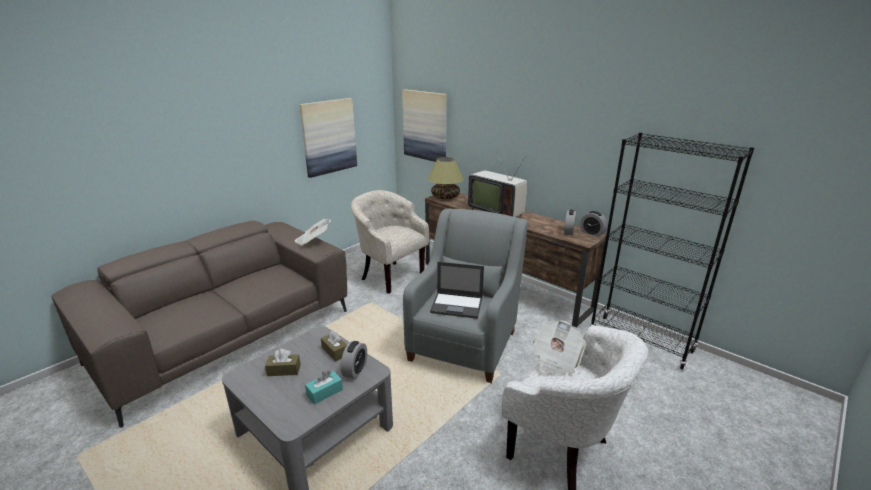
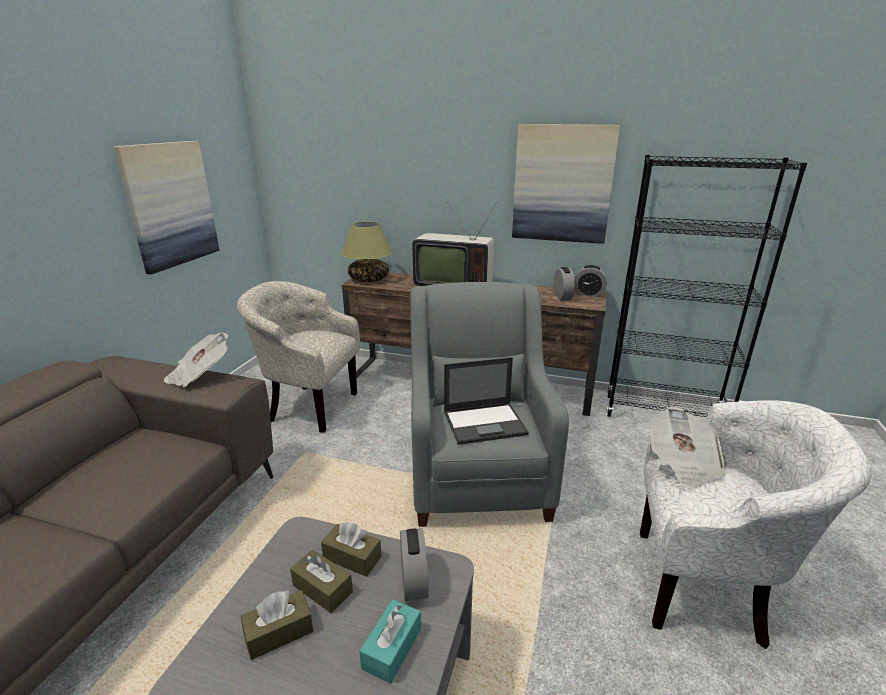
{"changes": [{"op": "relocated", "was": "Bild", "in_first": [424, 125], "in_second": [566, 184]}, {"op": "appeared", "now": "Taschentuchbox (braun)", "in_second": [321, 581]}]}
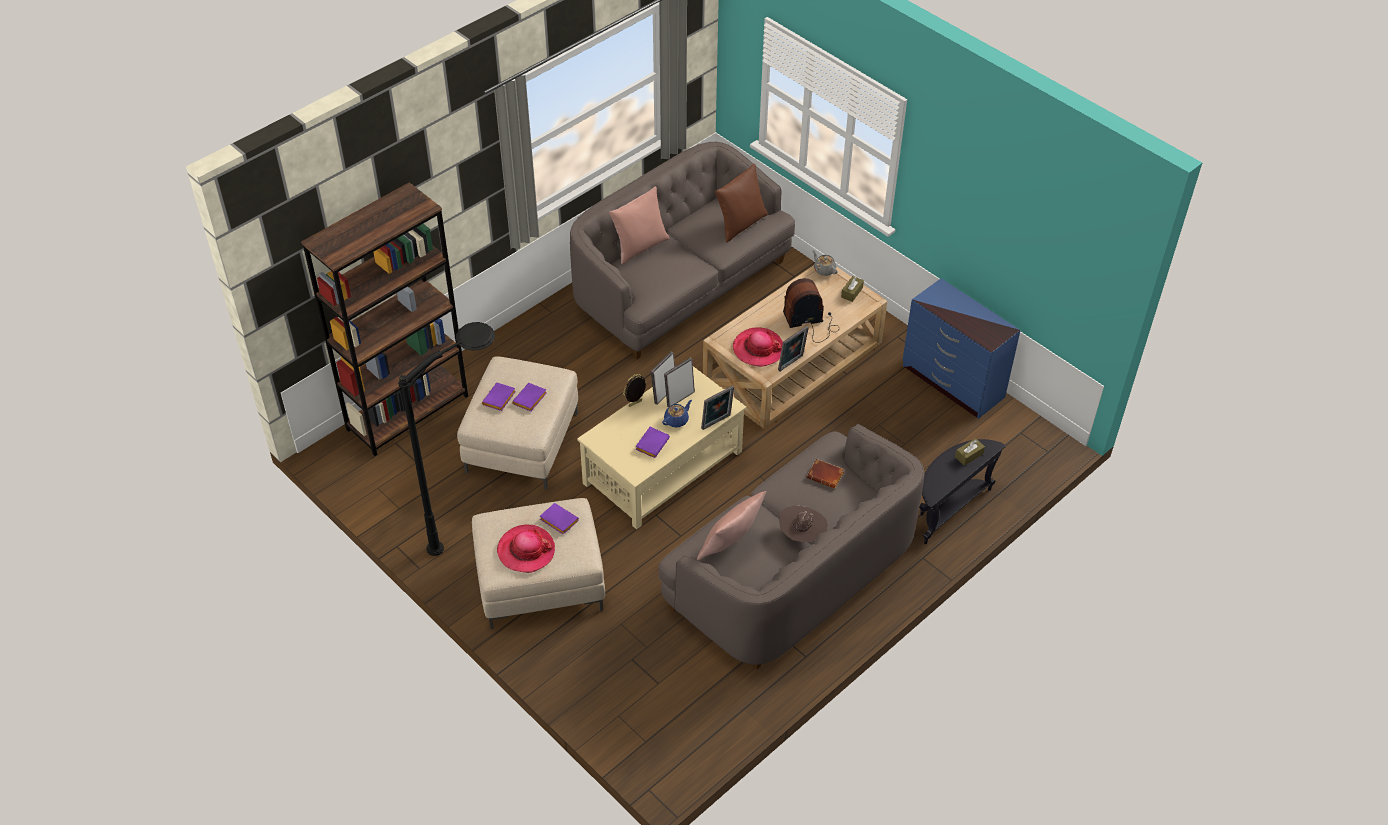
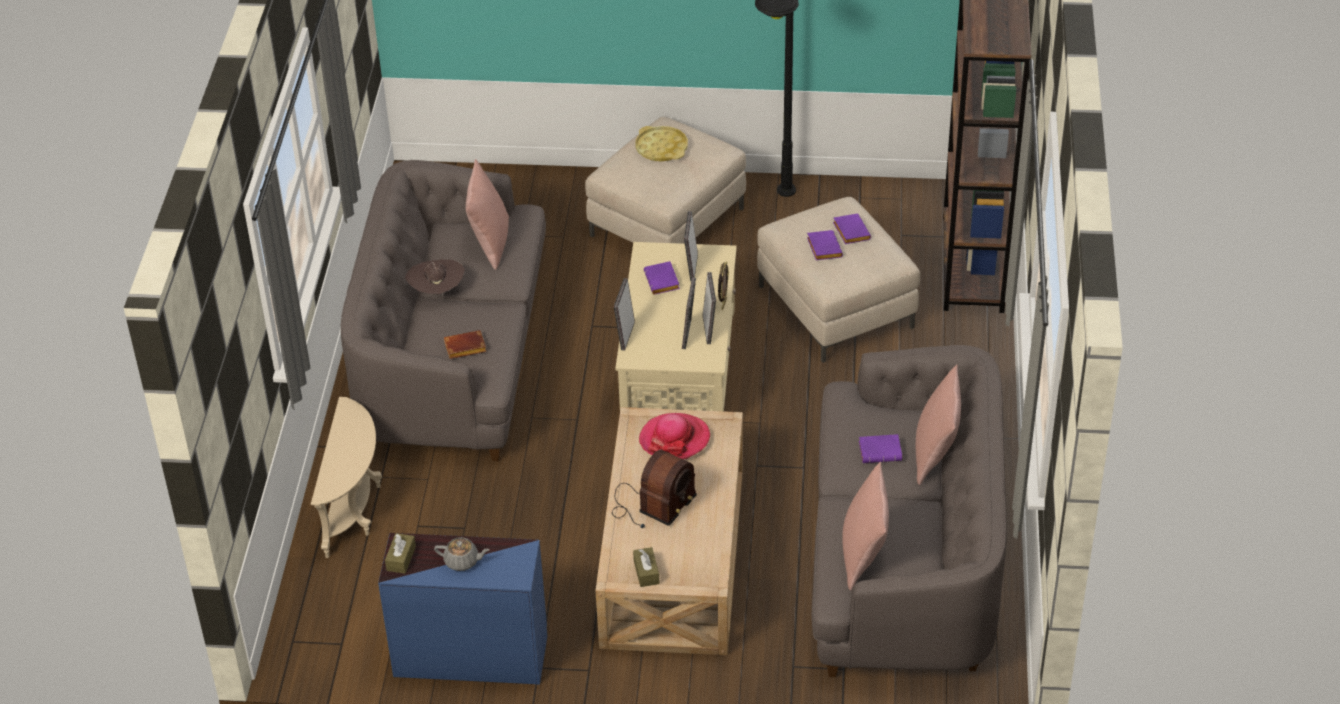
{"changes": [{"op": "exchanged", "was": "Hut", "now": "Tablett (gelb)", "in_first": [526, 548], "in_second": [661, 143]}, {"op": "relocated", "was": "Buch (lila)", "in_first": [559, 519], "in_second": [880, 448]}, {"op": "missing", "was": "Teekanne (blau)", "in_first": [677, 413]}, {"op": "colour", "was": "Kissen (braun)", "now": "Kissen (rosa)", "in_first": [741, 203], "in_second": [865, 526]}, {"op": "relocated", "was": "Bilderrahmen", "in_first": [793, 348], "in_second": [691, 246]}, {"op": "relocated", "was": "Teekanne (grau)", "in_first": [825, 263], "in_second": [462, 554]}, {"op": "colour", "was": "Beistelltisch (schwarz)", "now": "Beistelltisch (beige)", "in_first": [962, 491], "in_second": [346, 477]}, {"op": "relocated", "was": "Taschentuchbox (braun)", "in_first": [970, 452], "in_second": [400, 553]}]}
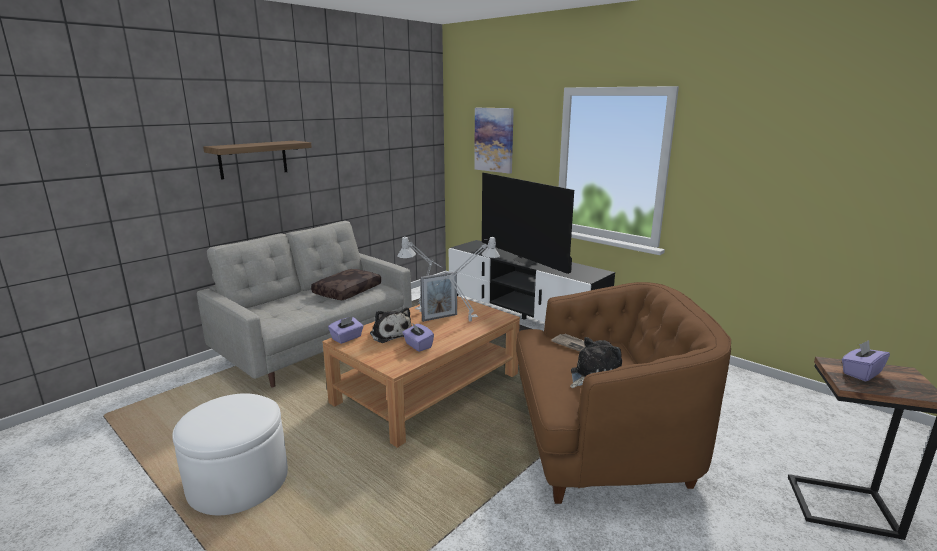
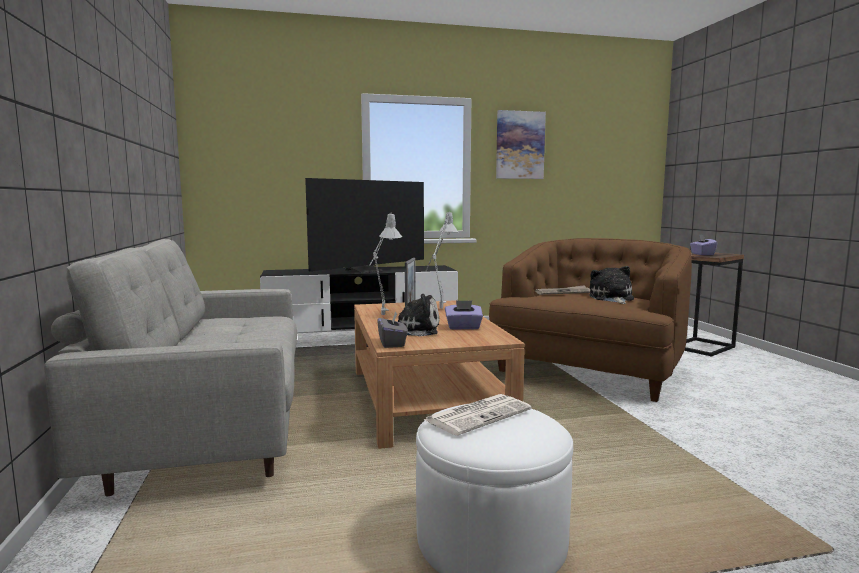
{"changes": [{"op": "missing", "was": "Wandregal", "in_first": [257, 160]}, {"op": "missing", "was": "Kissen (braun)", "in_first": [346, 284]}, {"op": "colour", "was": "Taschentuchbox (lila)", "now": "Taschentuchbox (grau)", "in_first": [346, 330], "in_second": [392, 329]}, {"op": "relocated", "was": "Bild", "in_first": [494, 141], "in_second": [521, 144]}, {"op": "spun", "was": "Fernseher", "in_first": [528, 223], "in_second": [364, 225], "clockwise": -45}, {"op": "appeared", "now": "Zeitung", "in_second": [478, 415]}]}
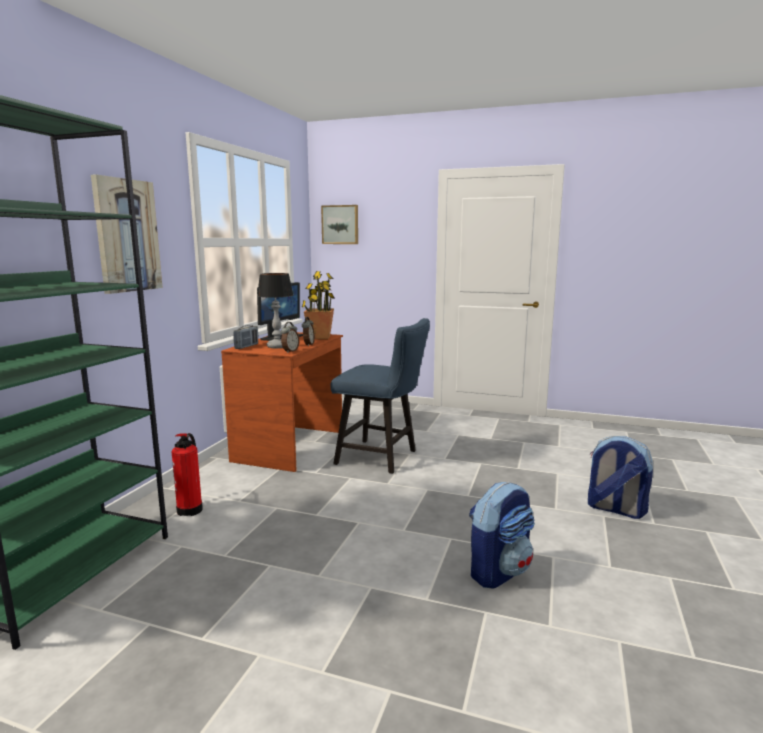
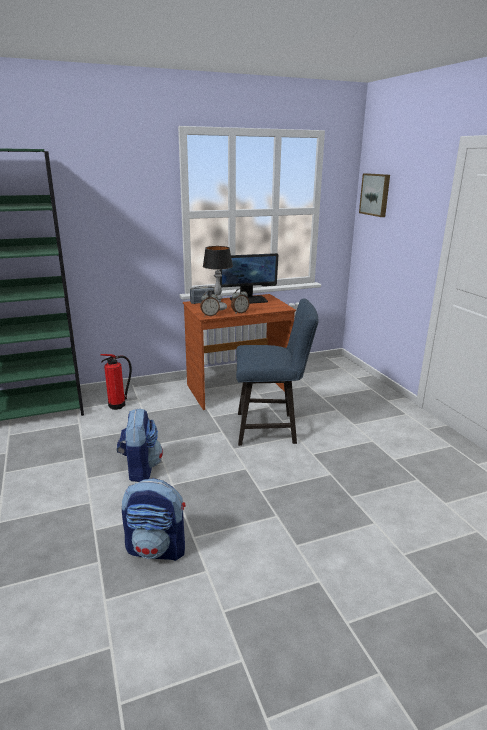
{"changes": [{"op": "missing", "was": "Bild", "in_first": [127, 234]}, {"op": "missing", "was": "Topfpflanze", "in_first": [318, 305]}, {"op": "spun", "was": "Stuhl (blau)", "in_first": [380, 396], "in_second": [277, 372], "clockwise": -75}, {"op": "relocated", "was": "Rucksack", "in_first": [620, 477], "in_second": [140, 445]}]}
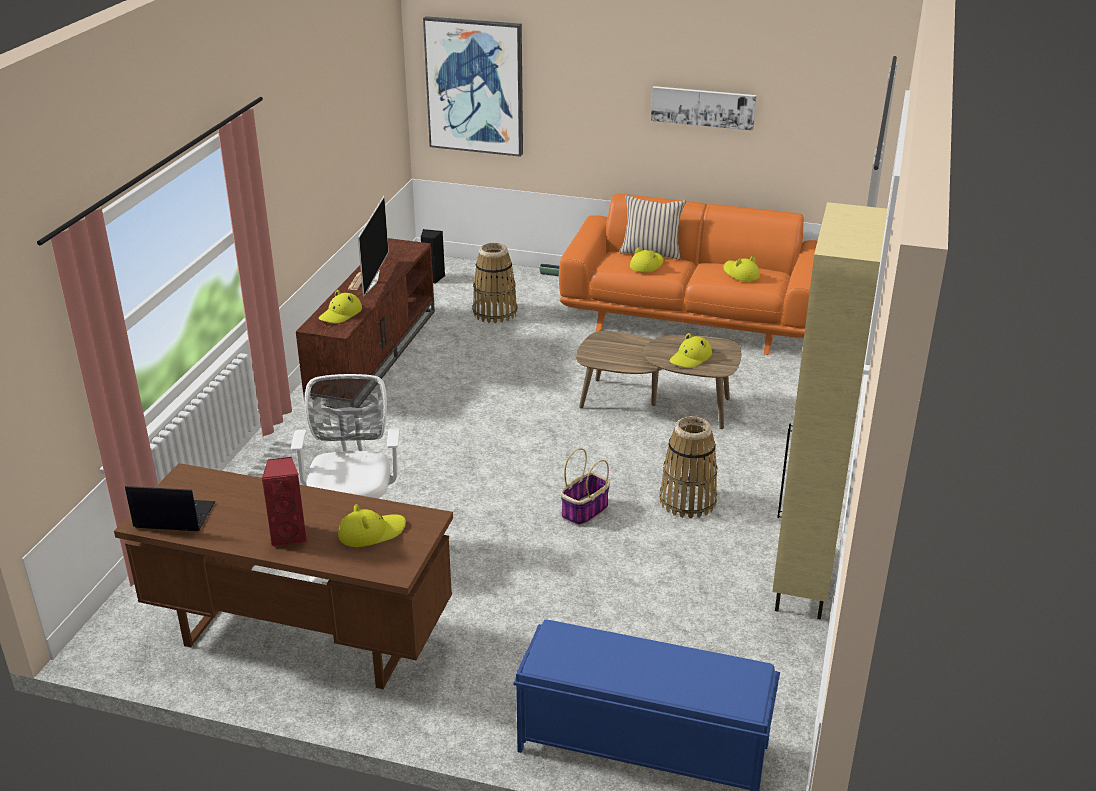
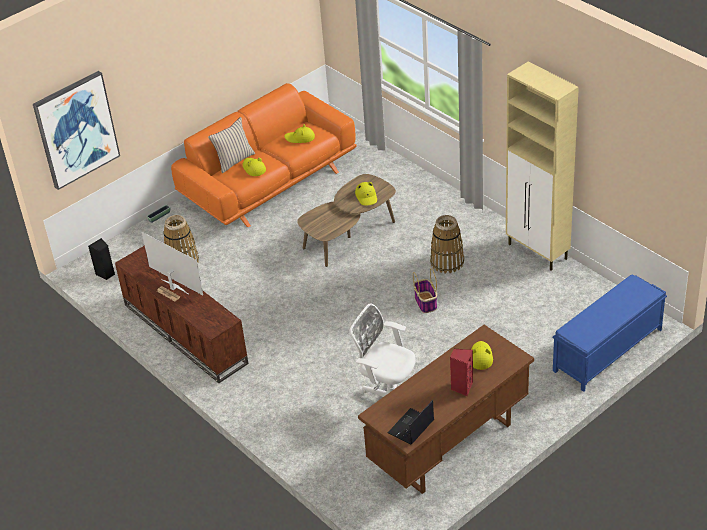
{"changes": [{"op": "missing", "was": "Hut (gelb)", "in_first": [340, 307]}, {"op": "missing", "was": "Bild", "in_first": [704, 108]}]}
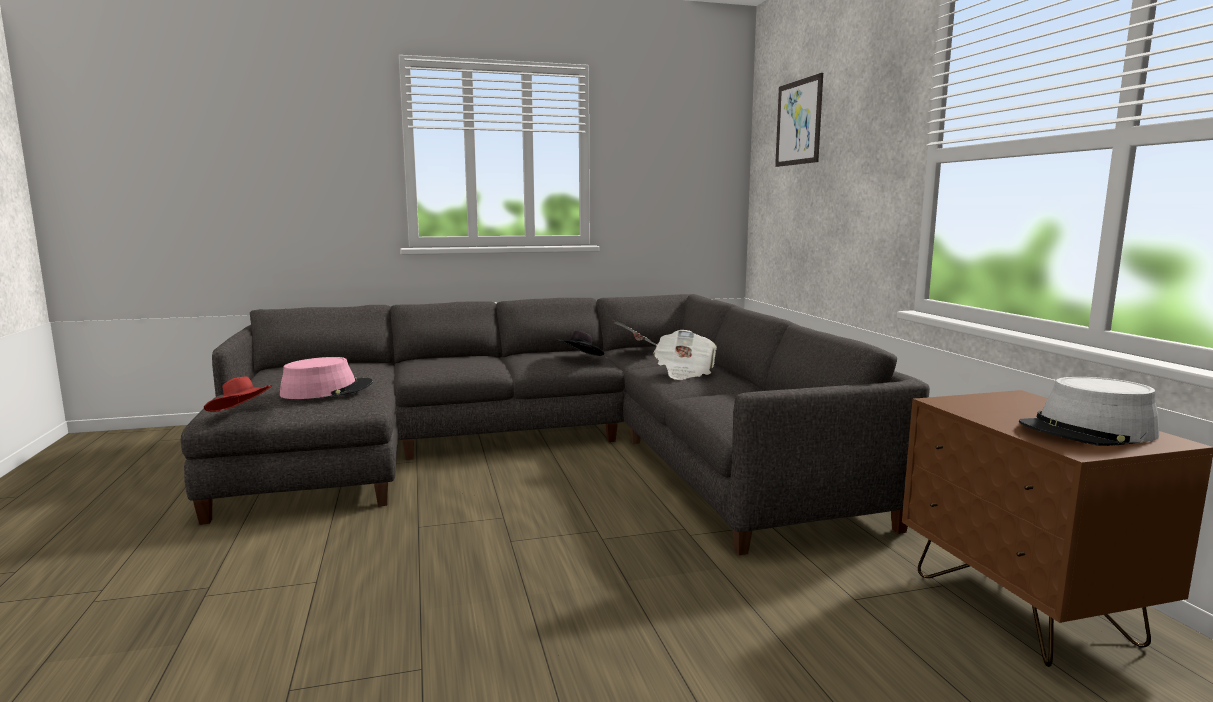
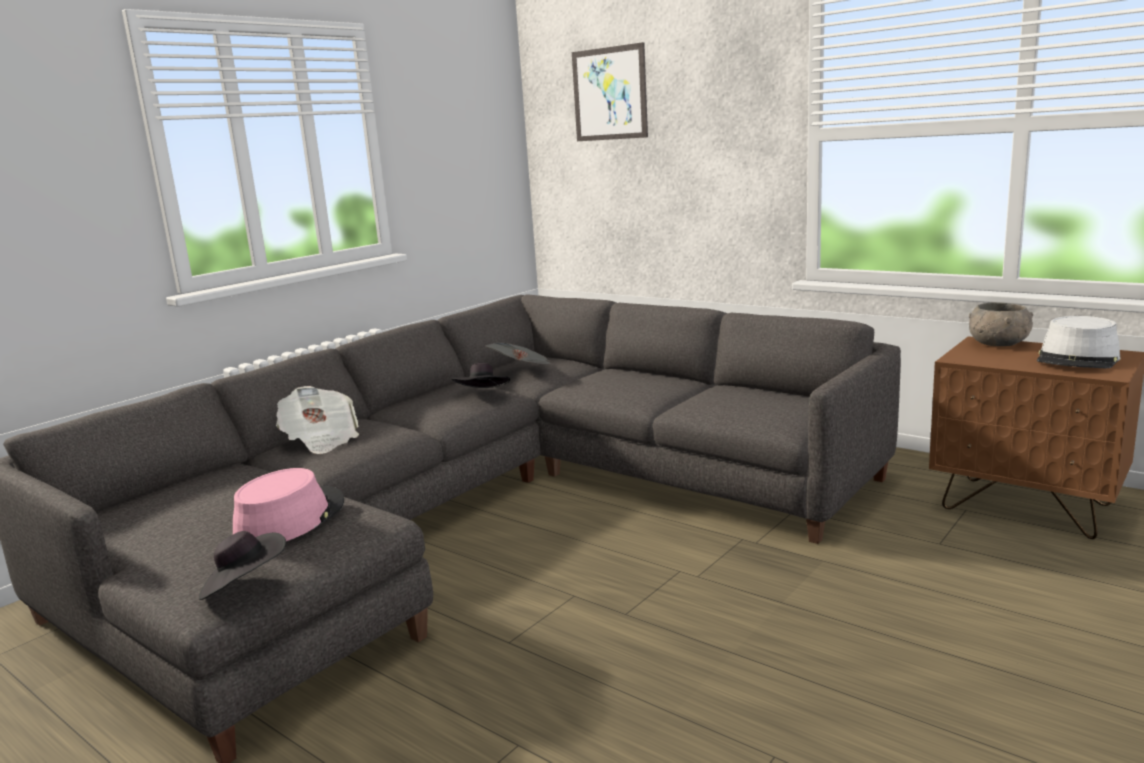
{"changes": [{"op": "colour", "was": "Hut (rot)", "now": "Hut (schwarz)", "in_first": [238, 394], "in_second": [242, 565]}, {"op": "relocated", "was": "Zeitung", "in_first": [685, 355], "in_second": [317, 420]}, {"op": "appeared", "now": "Schüssel (grau)", "in_second": [1000, 324]}]}
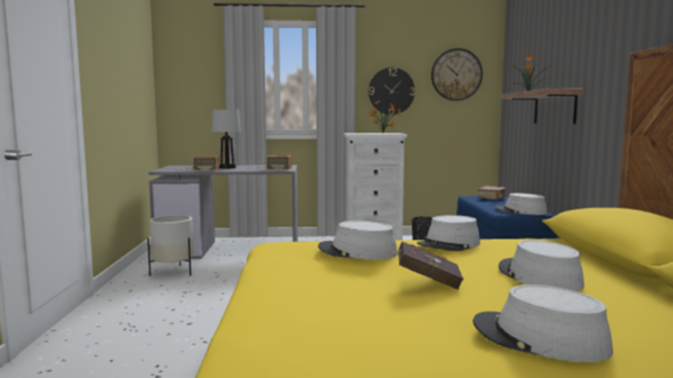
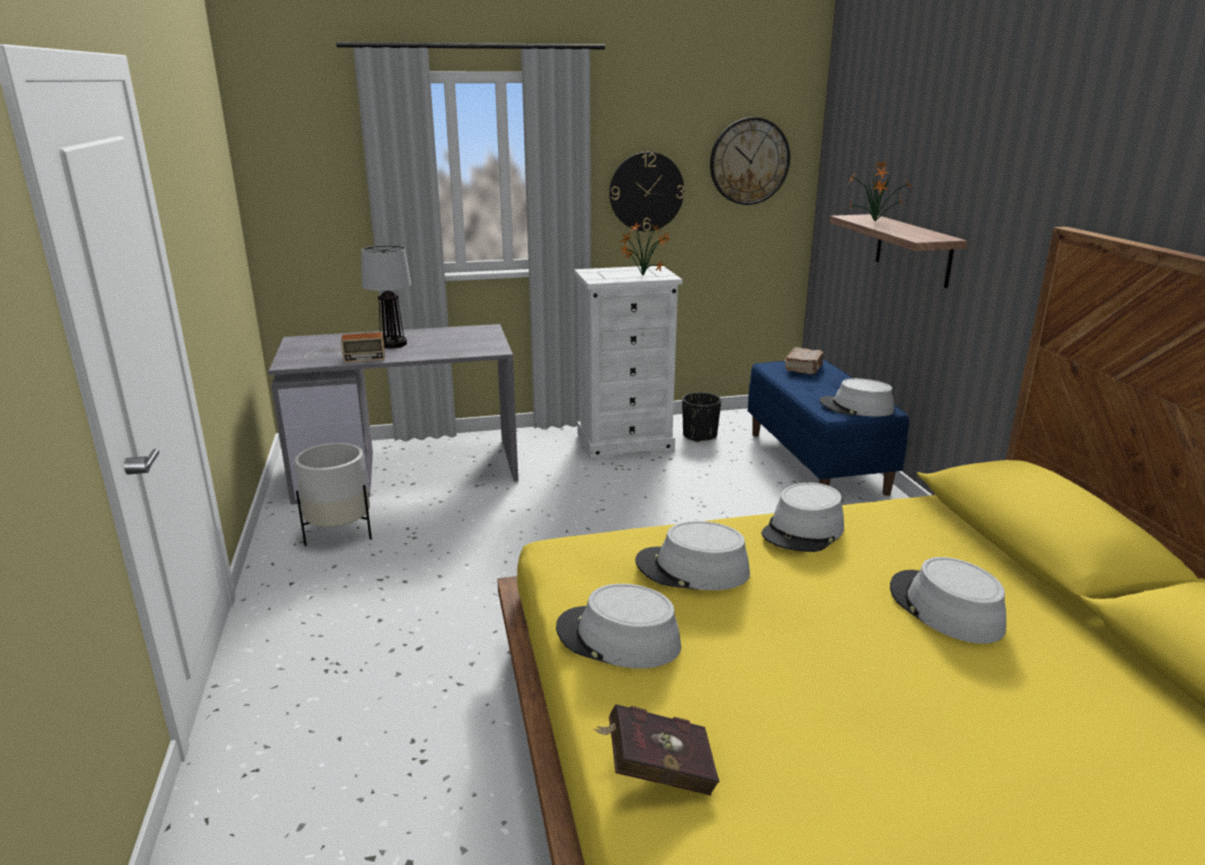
{"changes": [{"op": "missing", "was": "Radio", "in_first": [269, 162]}, {"op": "relocated", "was": "Buch (rot)", "in_first": [427, 265], "in_second": [656, 749]}, {"op": "relocated", "was": "Hut (grau)", "in_first": [543, 323], "in_second": [618, 626]}]}
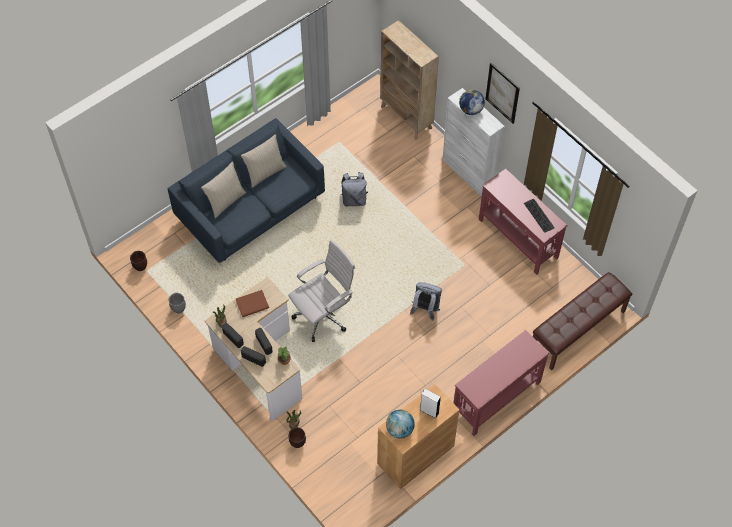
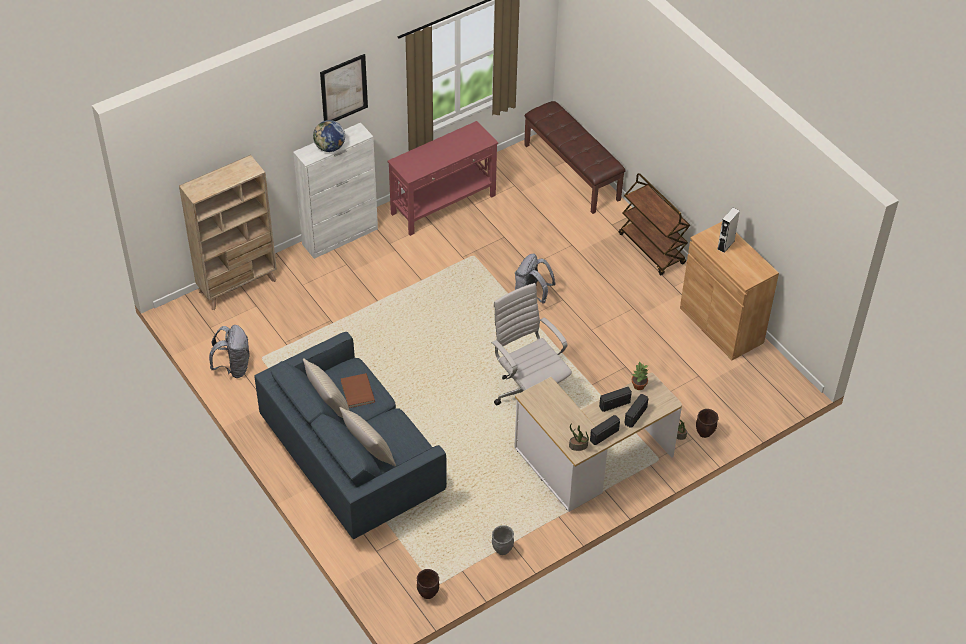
{"changes": [{"op": "relocated", "was": "Buch (braun)", "in_first": [252, 303], "in_second": [358, 390]}, {"op": "relocated", "was": "Rucksack (grau)", "in_first": [354, 189], "in_second": [229, 351]}, {"op": "missing", "was": "Globus", "in_first": [400, 424]}, {"op": "exchanged", "was": "Konsolentisch (rot)", "now": "Rollwagen (braun)", "in_first": [502, 383], "in_second": [654, 224]}, {"op": "missing", "was": "Tastatur", "in_first": [539, 216]}]}
